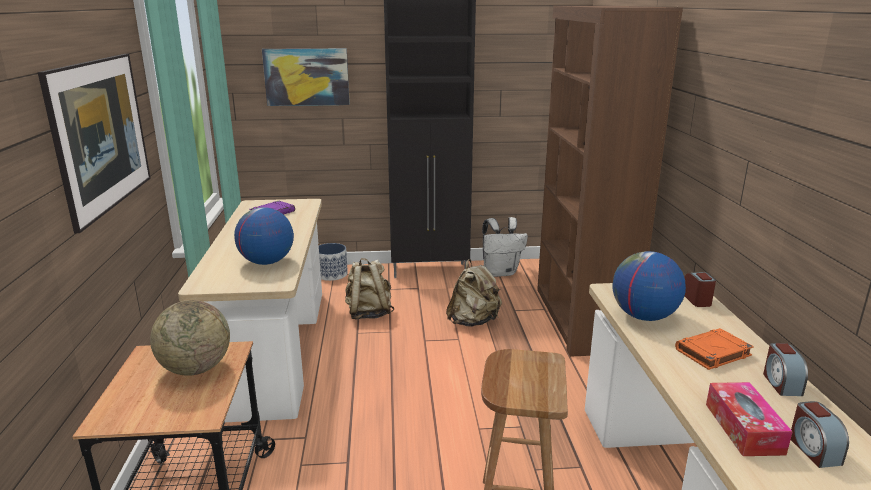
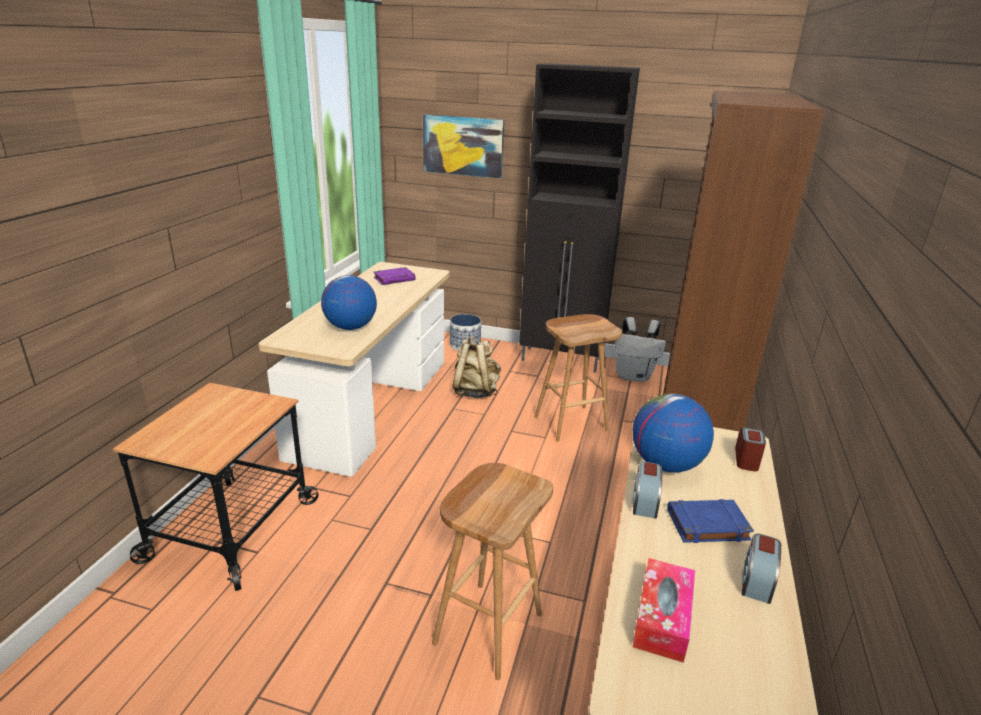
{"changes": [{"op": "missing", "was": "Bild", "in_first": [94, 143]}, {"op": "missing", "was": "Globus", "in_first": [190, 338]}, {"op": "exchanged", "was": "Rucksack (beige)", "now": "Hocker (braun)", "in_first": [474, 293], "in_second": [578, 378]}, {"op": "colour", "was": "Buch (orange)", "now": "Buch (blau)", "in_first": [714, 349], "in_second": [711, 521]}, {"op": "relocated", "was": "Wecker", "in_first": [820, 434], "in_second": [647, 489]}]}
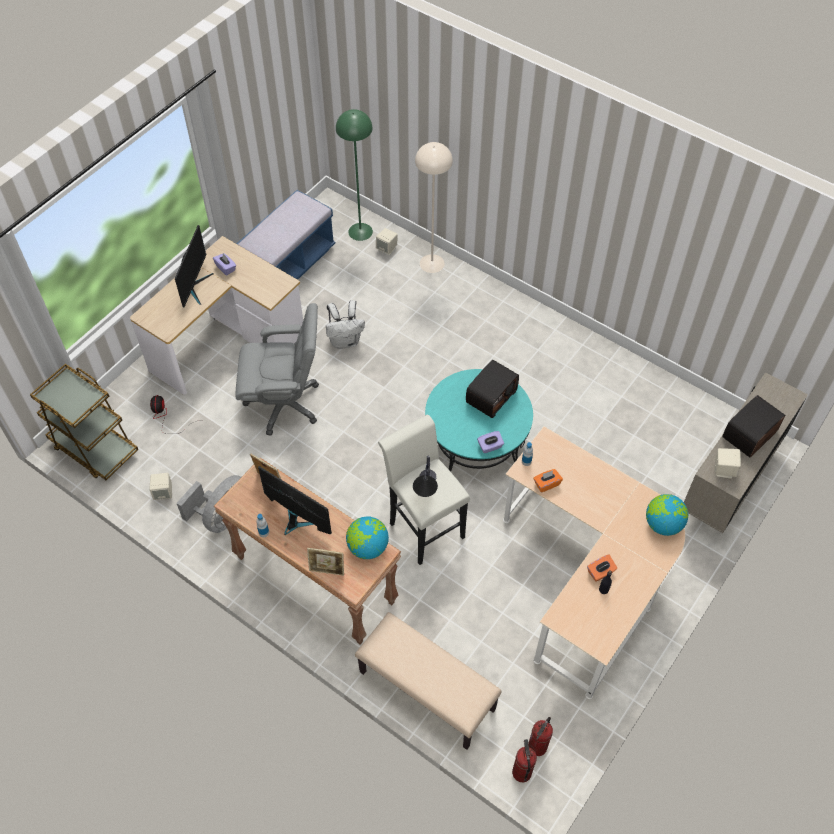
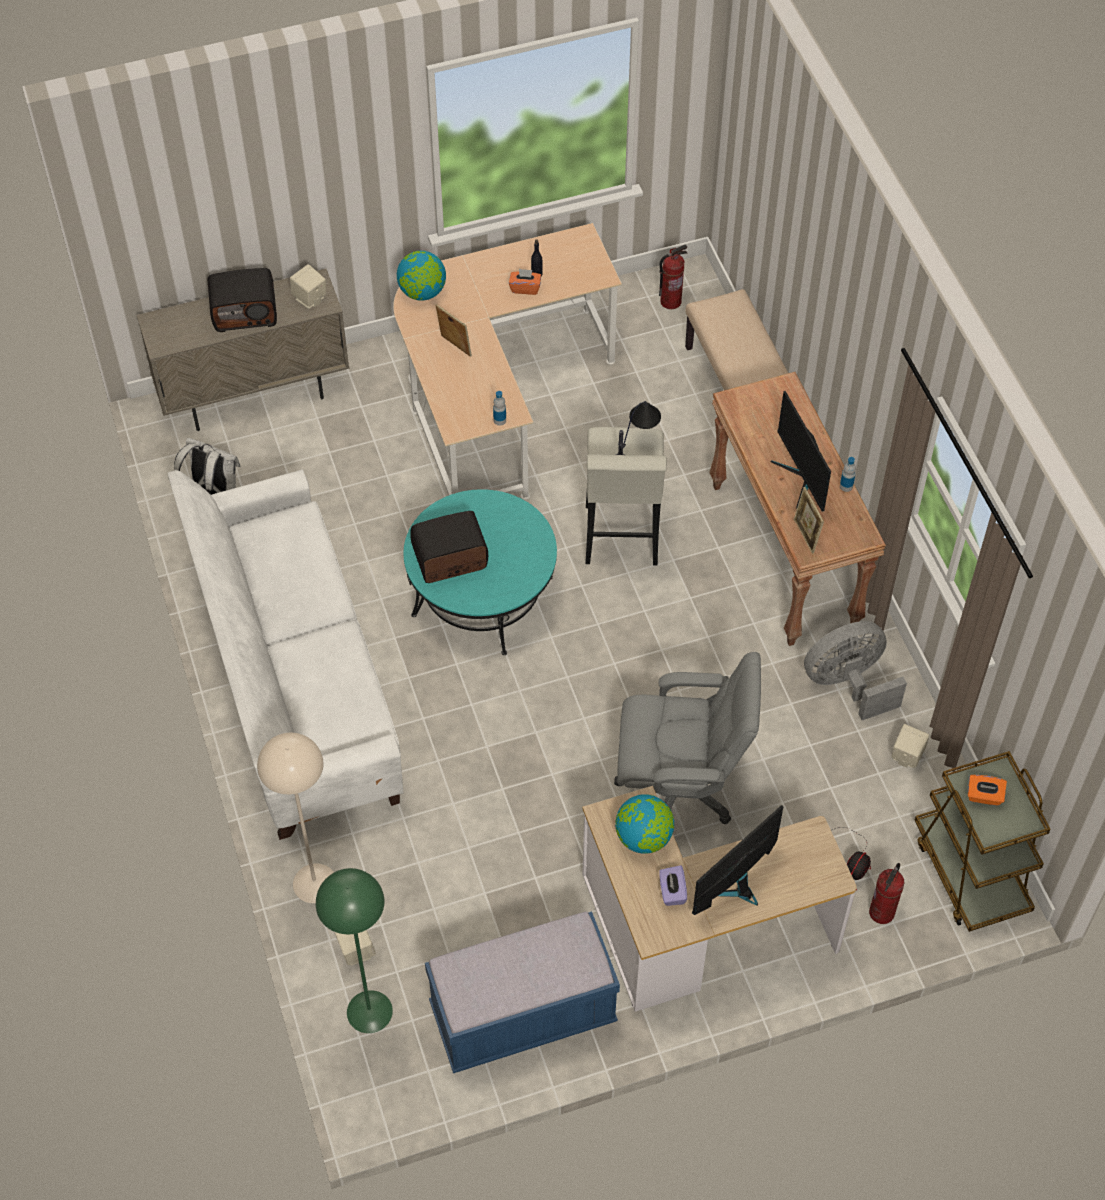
{"changes": [{"op": "spun", "was": "Bürostuhl (grau)", "in_first": [277, 369], "in_second": [687, 738], "clockwise": 150}, {"op": "relocated", "was": "Bilderrahmen", "in_first": [325, 562], "in_second": [453, 330]}, {"op": "relocated", "was": "Rucksack (weiß)", "in_first": [345, 324], "in_second": [207, 466]}, {"op": "relocated", "was": "Globus", "in_first": [367, 537], "in_second": [644, 824]}, {"op": "missing", "was": "Taschentuchbox (lila)", "in_first": [490, 442]}, {"op": "relocated", "was": "Feuerlöscher", "in_first": [524, 760], "in_second": [886, 893]}, {"op": "relocated", "was": "Taschentuchbox (orange)", "in_first": [548, 481], "in_second": [987, 790]}, {"op": "appeared", "now": "Sofa (weiß)", "in_second": [285, 654]}]}
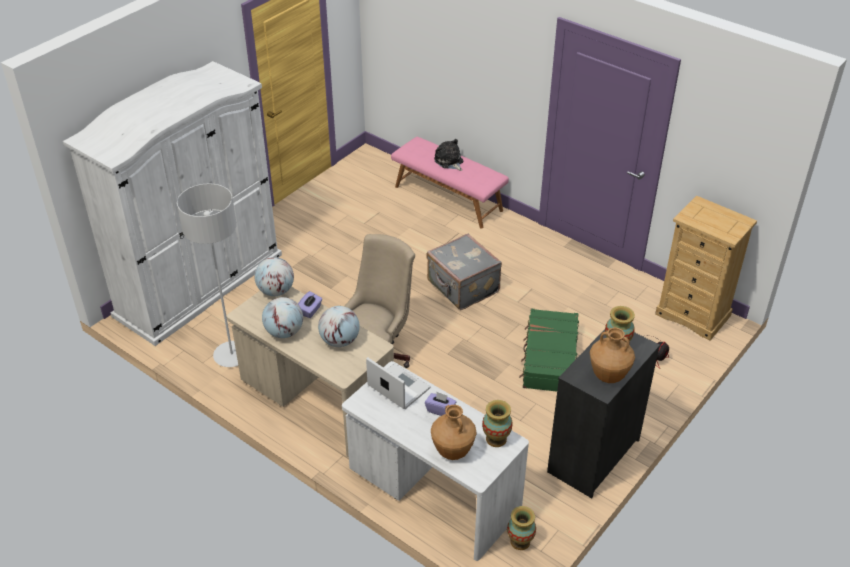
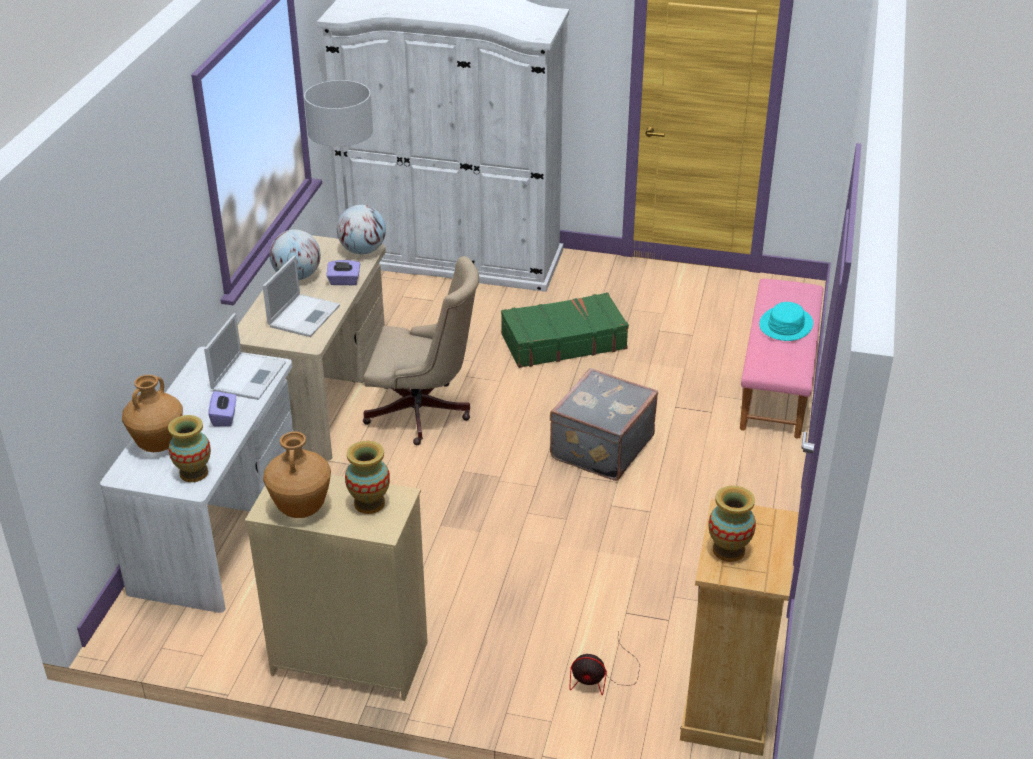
{"changes": [{"op": "exchanged", "was": "Globus", "now": "Laptop", "in_first": [339, 326], "in_second": [301, 296]}, {"op": "exchanged", "was": "Plüschtier", "now": "Hut (türkis)", "in_first": [448, 155], "in_second": [786, 321]}, {"op": "relocated", "was": "Vase", "in_first": [521, 528], "in_second": [732, 524]}, {"op": "relocated", "was": "Koffer (grün)", "in_first": [549, 350], "in_second": [565, 330]}, {"op": "colour", "was": "Kommode (schwarz)", "now": "Kommode (beige)", "in_first": [603, 413], "in_second": [336, 588]}]}
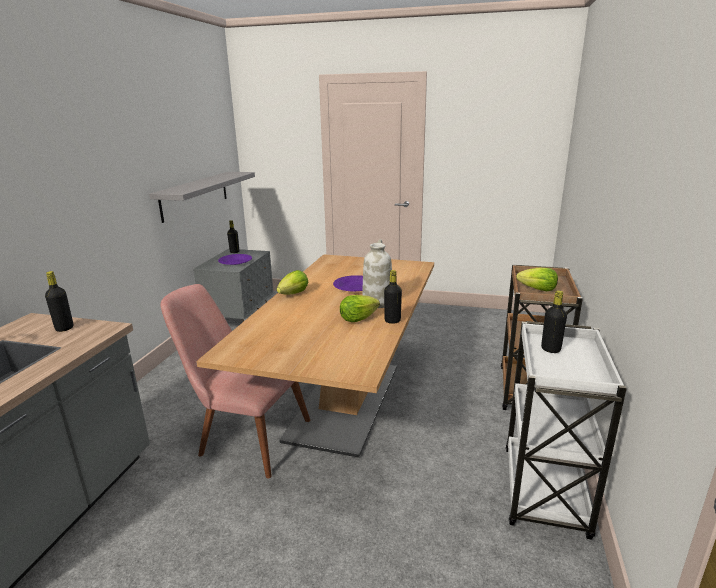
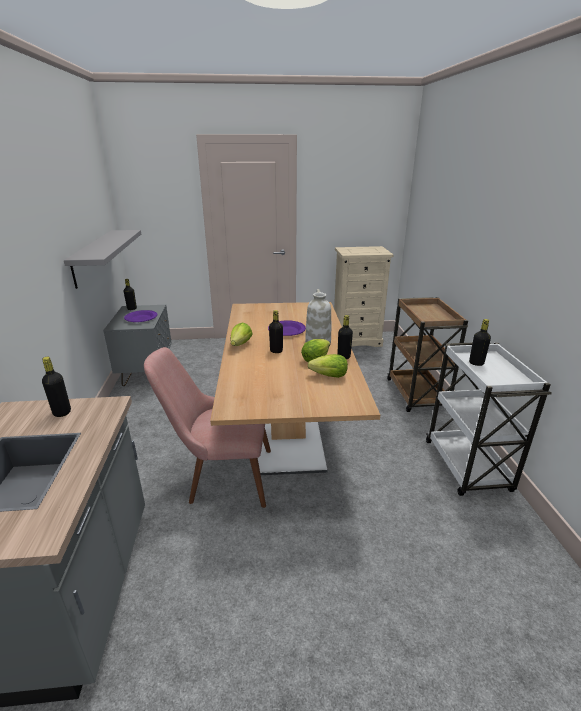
{"changes": [{"op": "relocated", "was": "Salatkopf", "in_first": [537, 279], "in_second": [328, 366]}, {"op": "appeared", "now": "Flasche (schwarz)", "in_second": [276, 331]}, {"op": "appeared", "now": "Kommode (beige)", "in_second": [364, 296]}]}
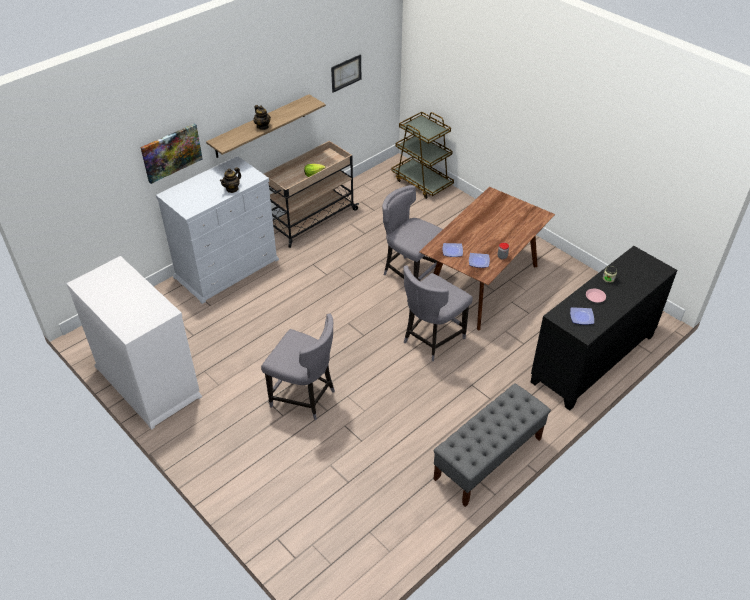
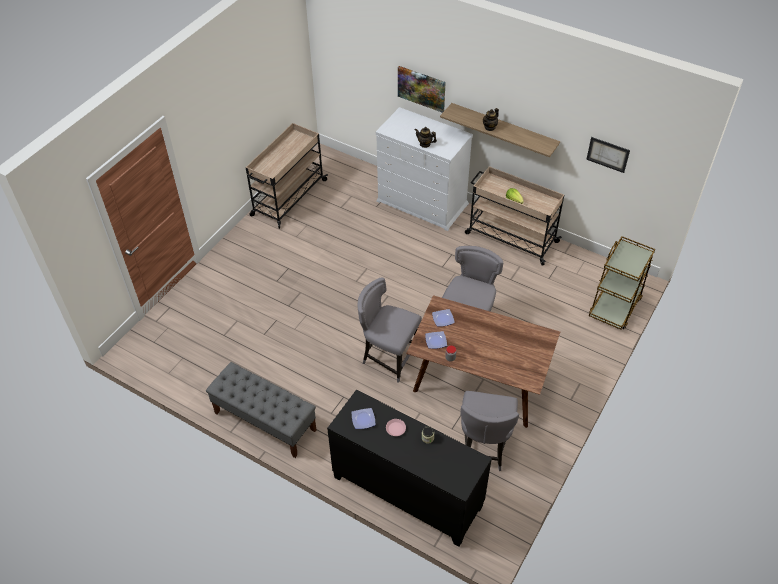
{"changes": [{"op": "exchanged", "was": "Kommode (weiß)", "now": "Rollwagen (beige)", "in_first": [134, 343], "in_second": [286, 176]}, {"op": "relocated", "was": "Stuhl (grau)", "in_first": [298, 366], "in_second": [489, 431]}]}
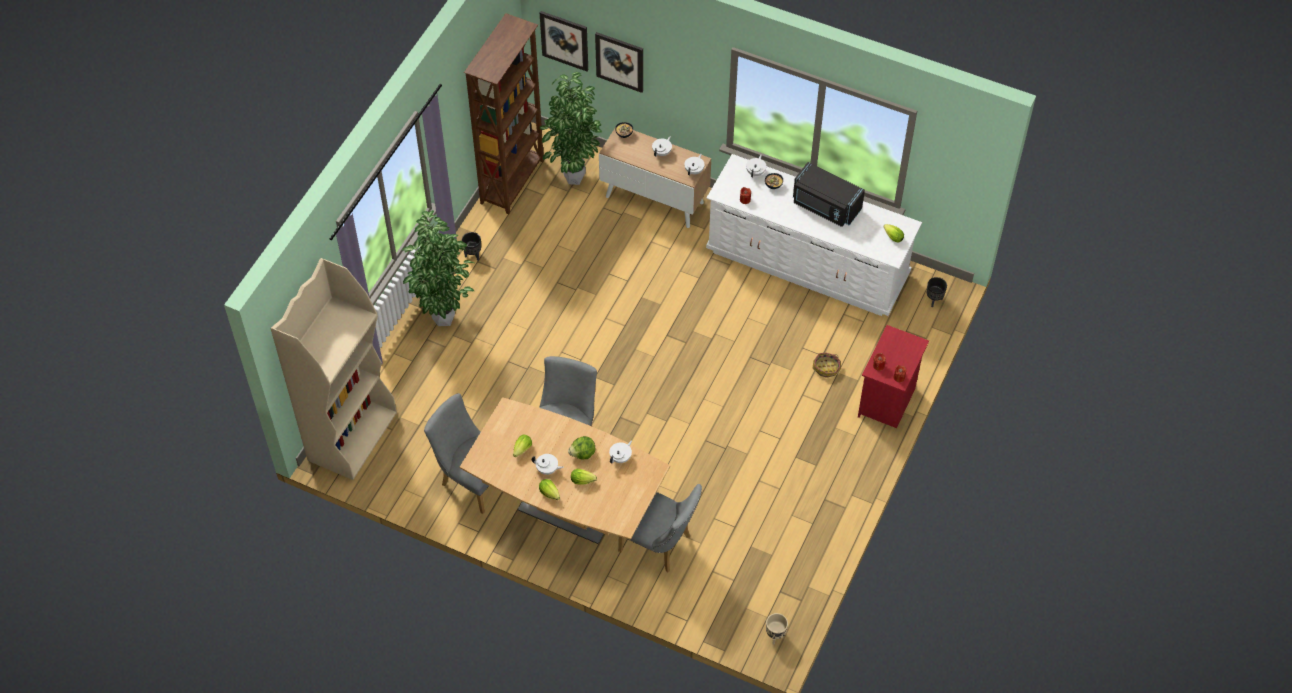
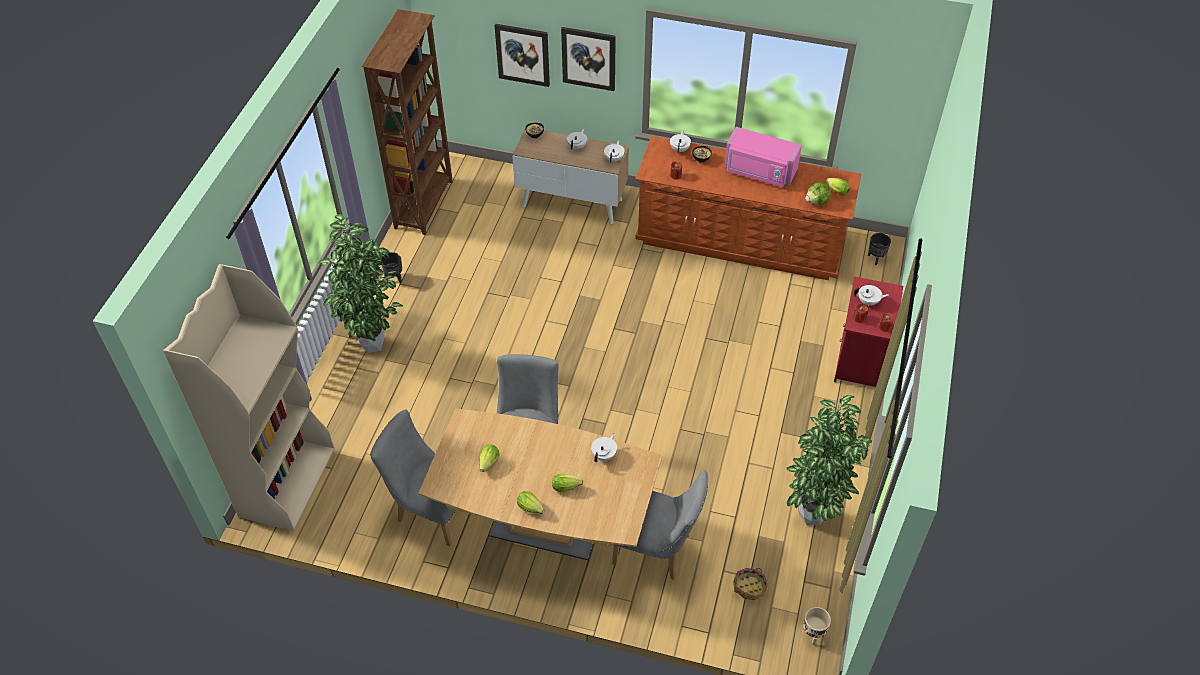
{"changes": [{"op": "relocated", "was": "Teekanne (weiß)", "in_first": [548, 464], "in_second": [871, 296]}, {"op": "relocated", "was": "Topfpflanze", "in_first": [570, 128], "in_second": [829, 460]}, {"op": "relocated", "was": "Bild", "in_first": [564, 41], "in_second": [588, 59]}, {"op": "relocated", "was": "Salatkopf", "in_first": [581, 447], "in_second": [818, 193]}, {"op": "colour", "was": "Kommode (weiß)", "now": "Kommode (braun)", "in_first": [814, 235], "in_second": [748, 208]}, {"op": "colour", "was": "Mikrowelle (schwarz)", "now": "Mikrowelle (rosa)", "in_first": [829, 194], "in_second": [763, 157]}, {"op": "relocated", "was": "Korb", "in_first": [826, 365], "in_second": [751, 584]}]}
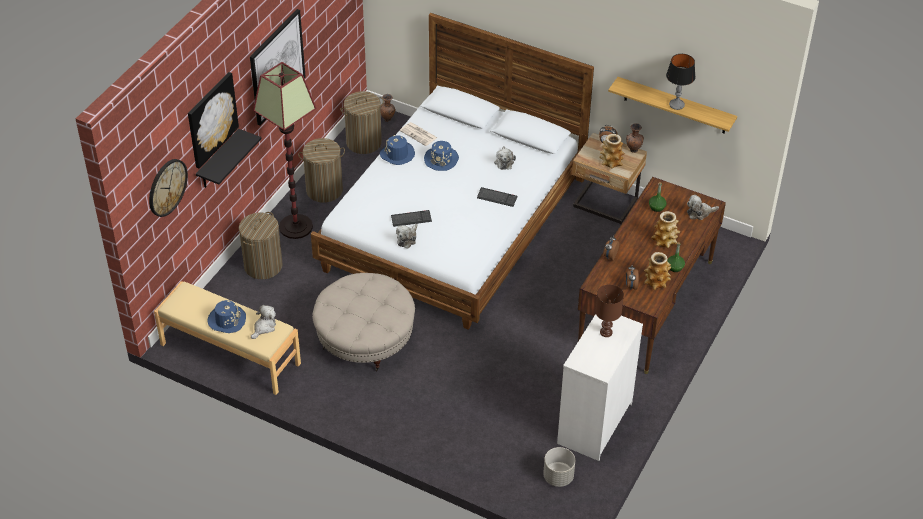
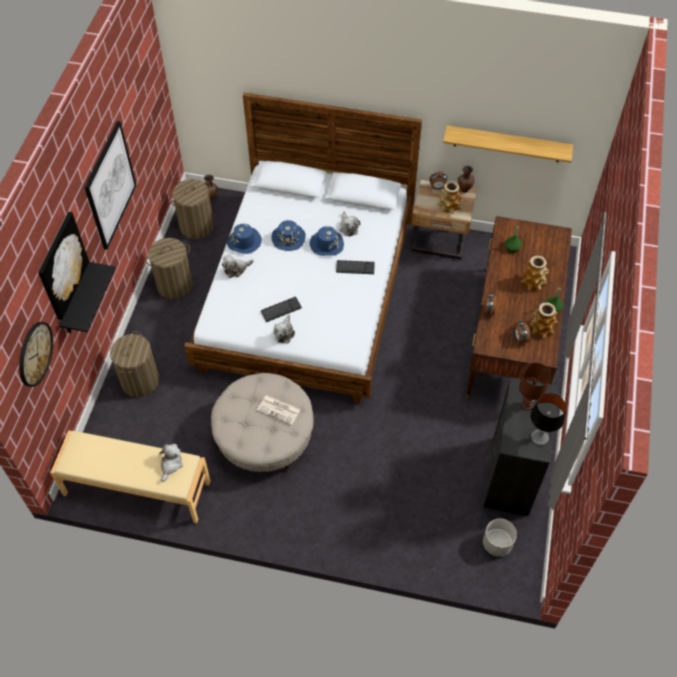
{"changes": [{"op": "relocated", "was": "Hut (blau)", "in_first": [226, 316], "in_second": [327, 241]}, {"op": "missing", "was": "Stehlampe", "in_first": [284, 150]}, {"op": "relocated", "was": "Zeitung", "in_first": [419, 134], "in_second": [279, 410]}, {"op": "colour", "was": "Kommode (weiß)", "now": "Kommode (schwarz)", "in_first": [600, 387], "in_second": [520, 446]}, {"op": "relocated", "was": "Tischlampe", "in_first": [680, 82], "in_second": [548, 419]}, {"op": "relocated", "was": "Plüschtier", "in_first": [703, 207], "in_second": [238, 266]}]}
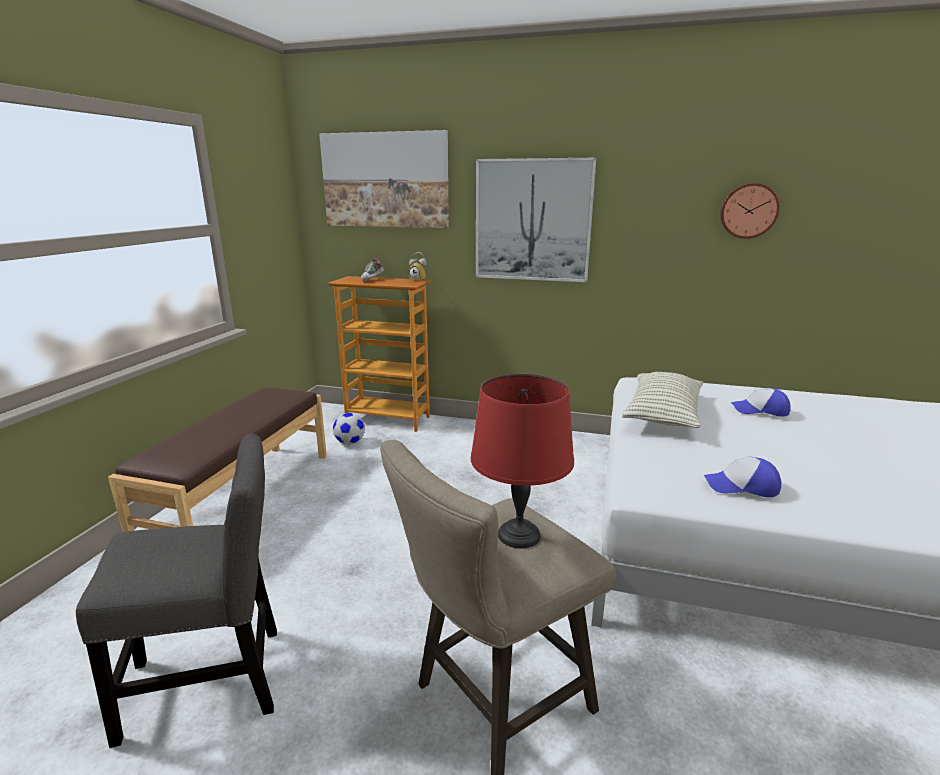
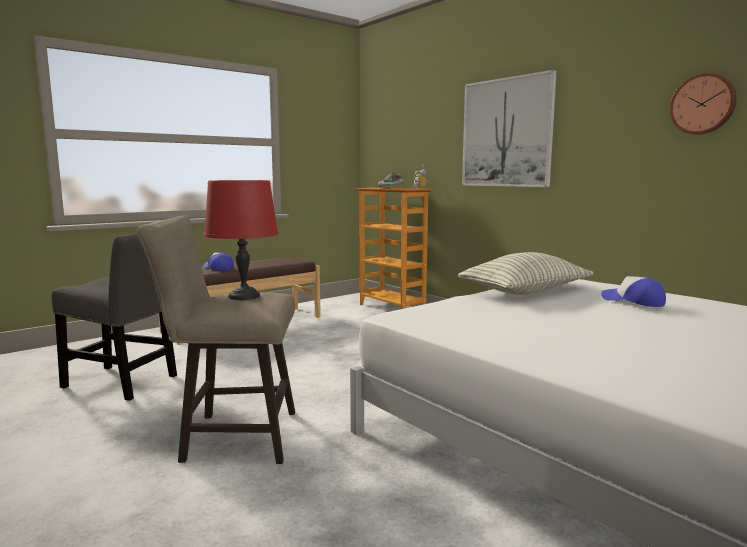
{"changes": [{"op": "missing", "was": "Bild", "in_first": [384, 179]}, {"op": "missing", "was": "Fußball", "in_first": [349, 428]}, {"op": "relocated", "was": "Kappe", "in_first": [742, 477], "in_second": [218, 261]}]}
